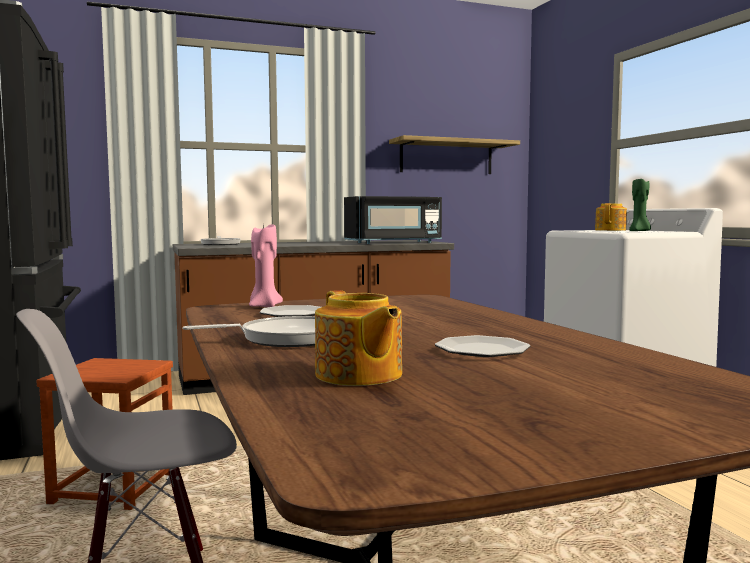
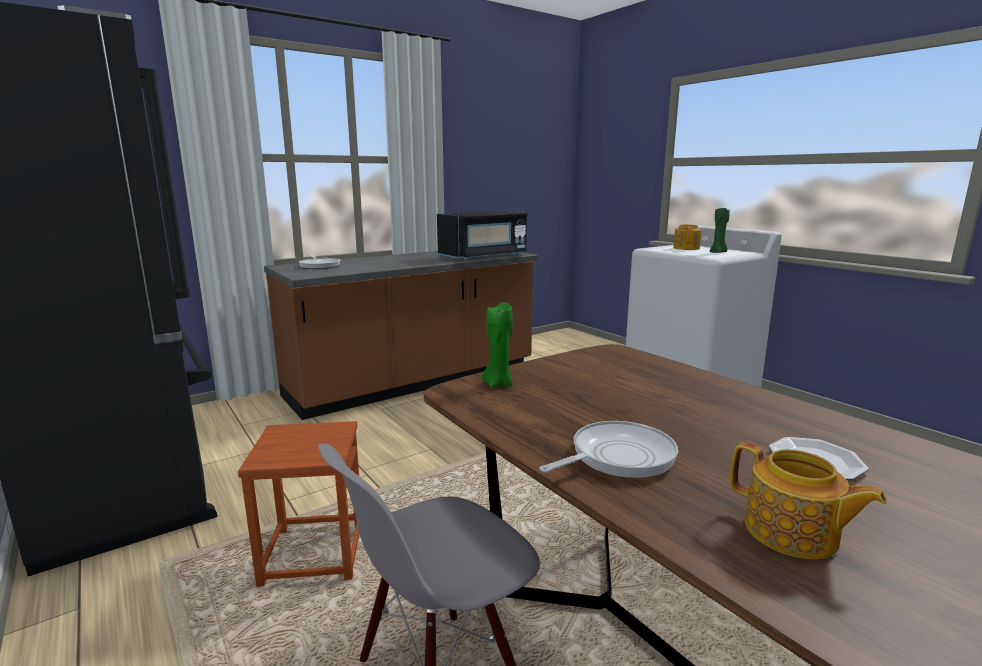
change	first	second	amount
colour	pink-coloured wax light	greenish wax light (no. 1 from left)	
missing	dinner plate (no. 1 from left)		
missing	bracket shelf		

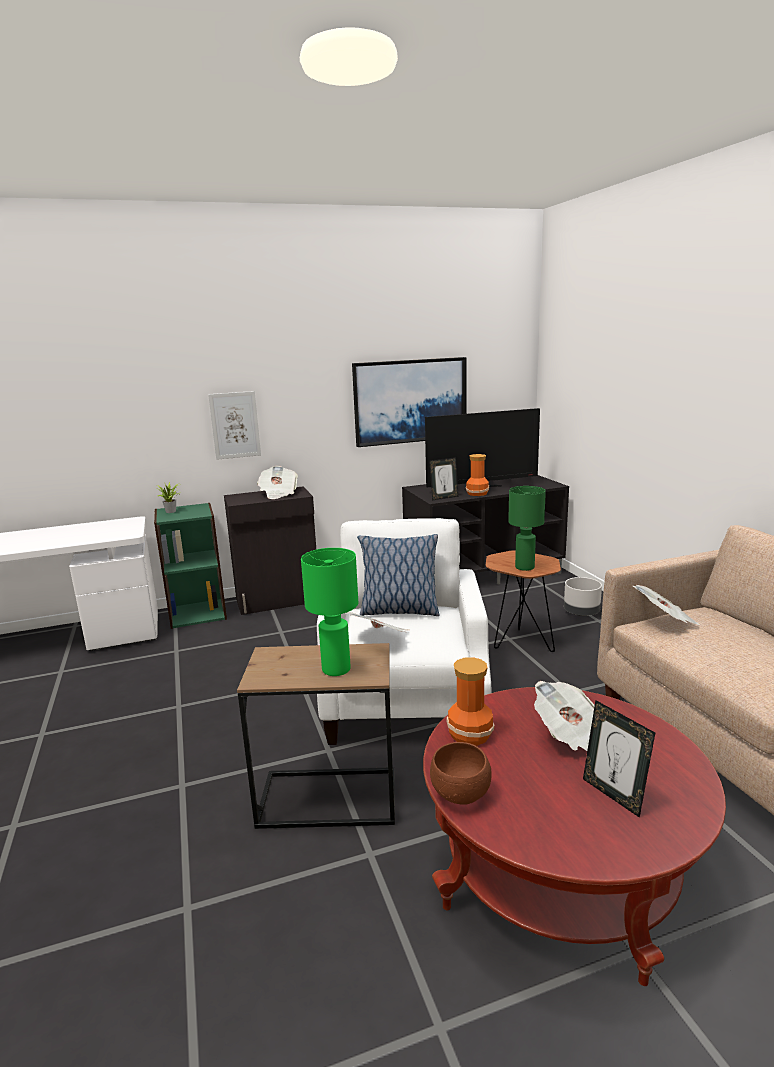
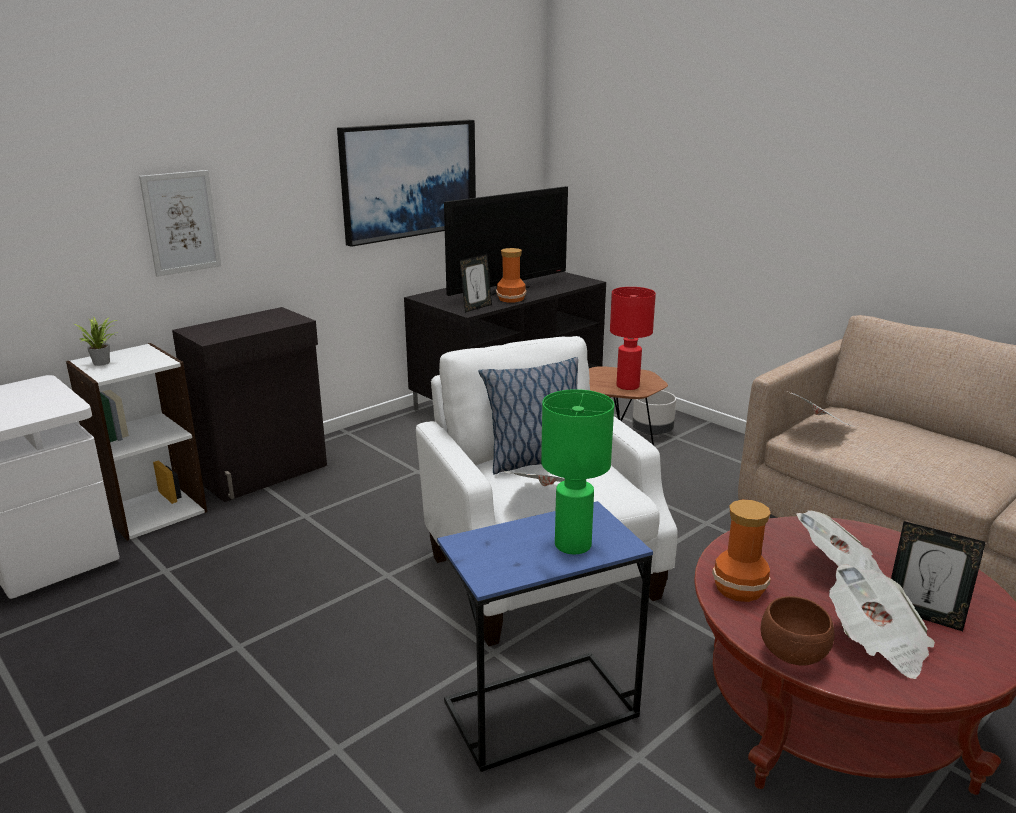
change	first	second	amount
colour	greenish shelving unit	white-coloured shelving unit	
colour	brown accent table (no. 1 from left)	blue-coloured accent table	
relocated	newspaper (no. 1 from left in the first image)	newspaper (no. 4 from left)	
colour	greenish lamp for a table (no. 2 from left)	red lamp for a table	

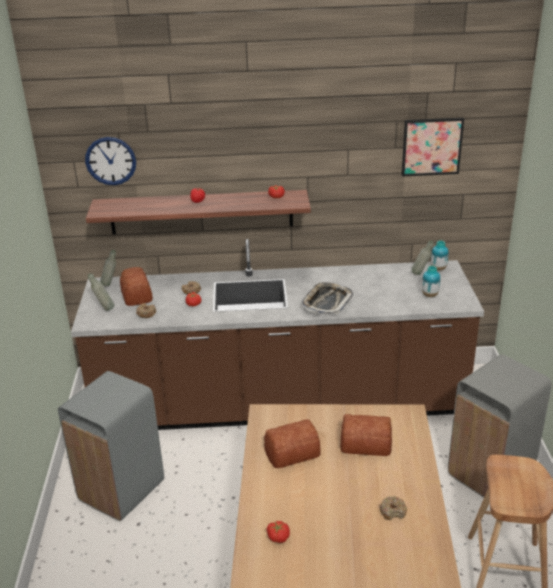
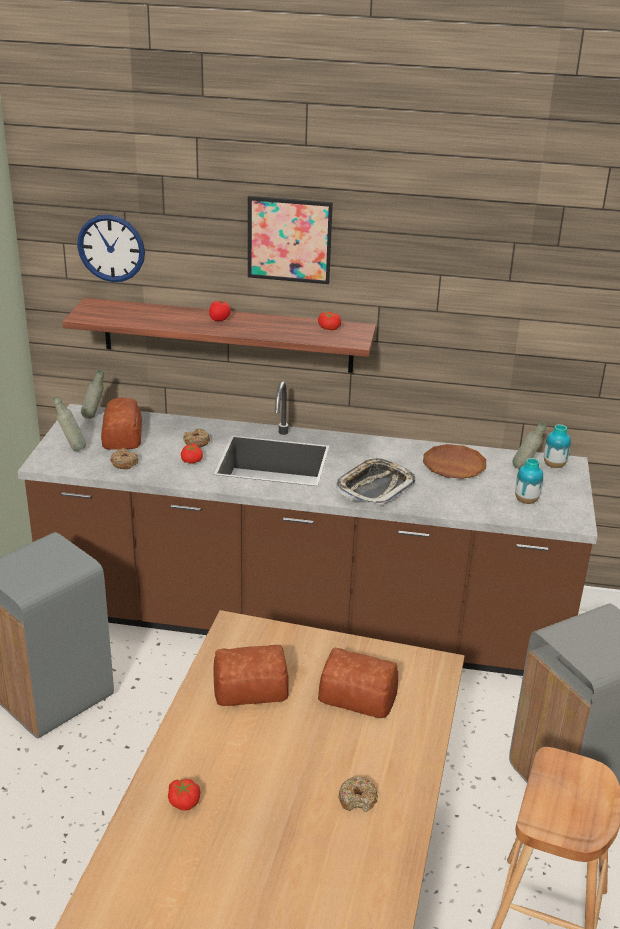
change	first	second	amount
relocated	wall picture		
appeared		brown dinner plate	

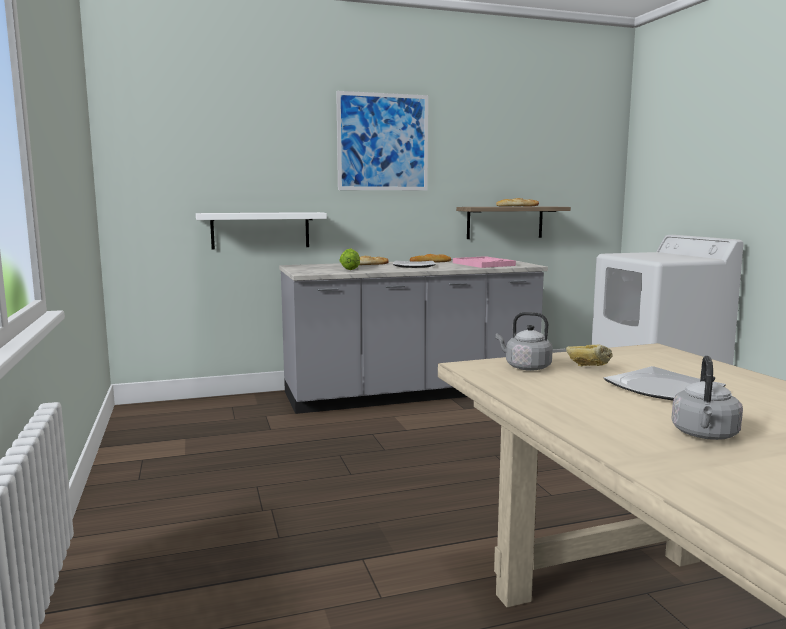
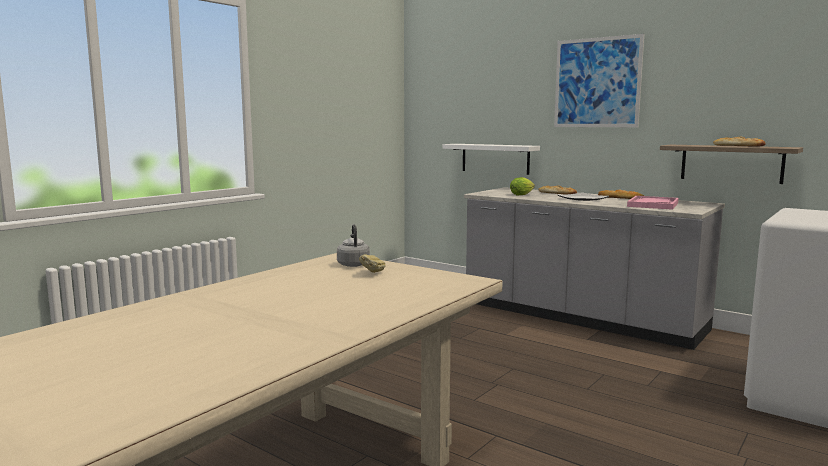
change	first	second	amount
missing	dinner plate (no. 2 from left)		
missing	grey kettle (no. 2 from left)		

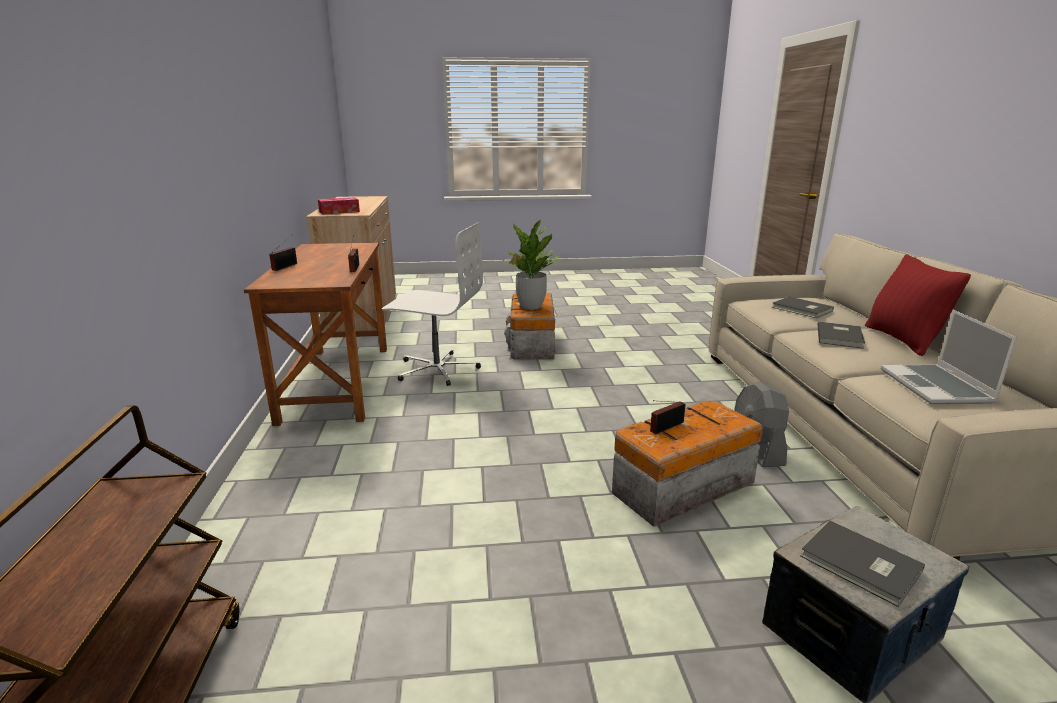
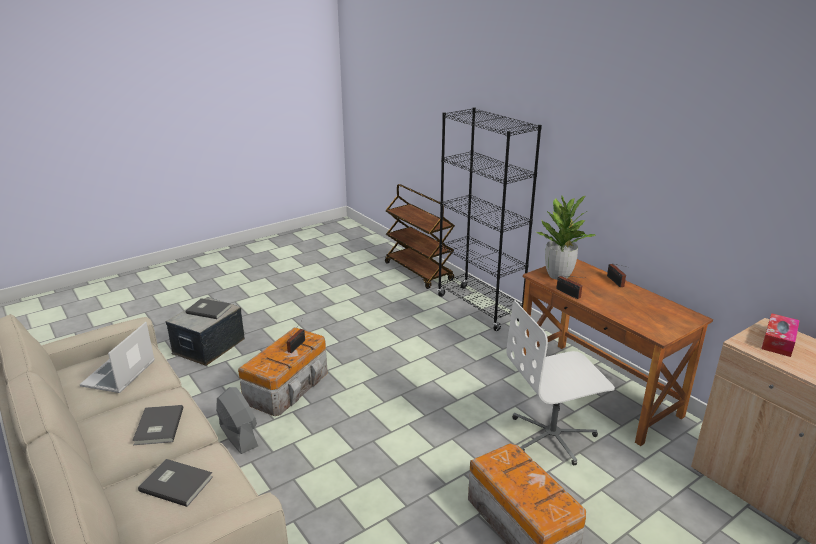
change	first	second	amount
relocated	potted plant		
missing	red cushion		
spun	laptop		135 degrees counterclockwise
appeared		black shelving unit	

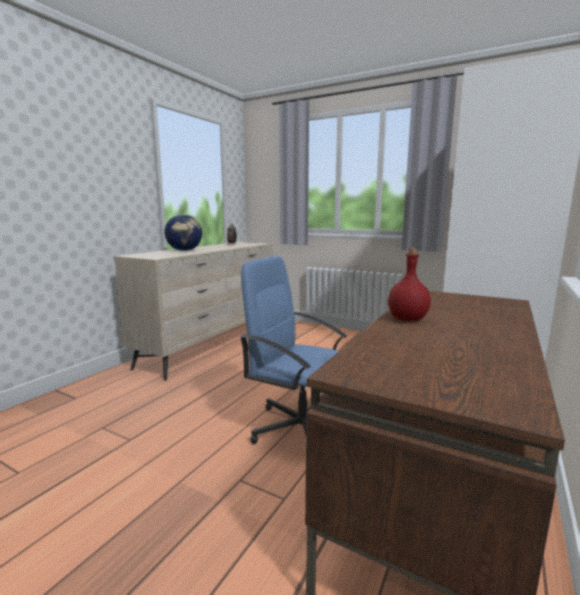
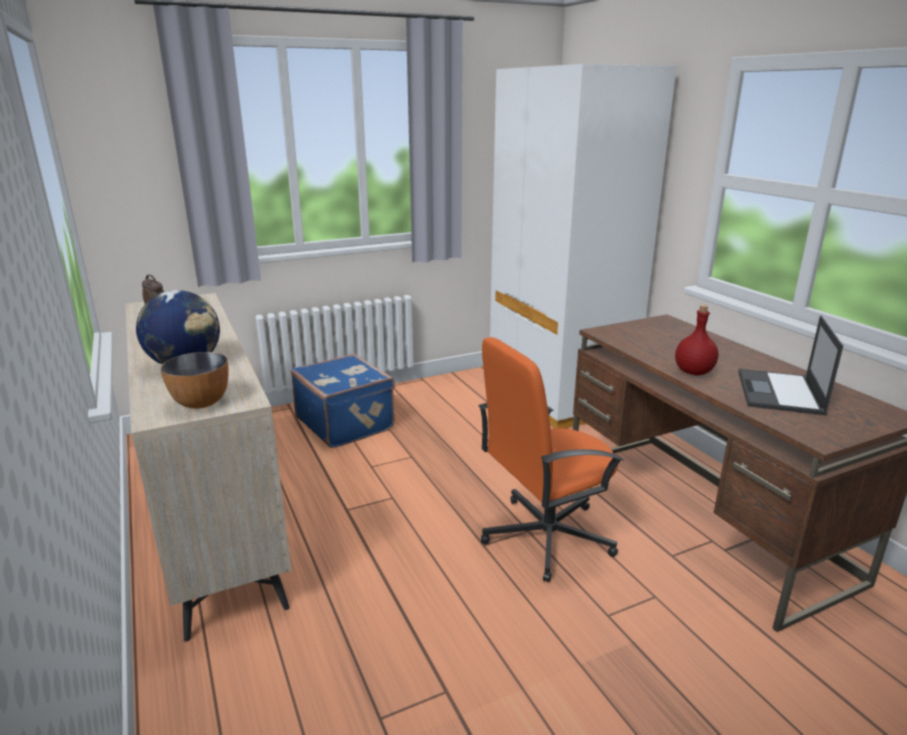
change	first	second	amount
colour	blue-coloured desk chair	orange desk chair	
appeared		bowl	
appeared		blue-coloured suitcase	
appeared		laptop	

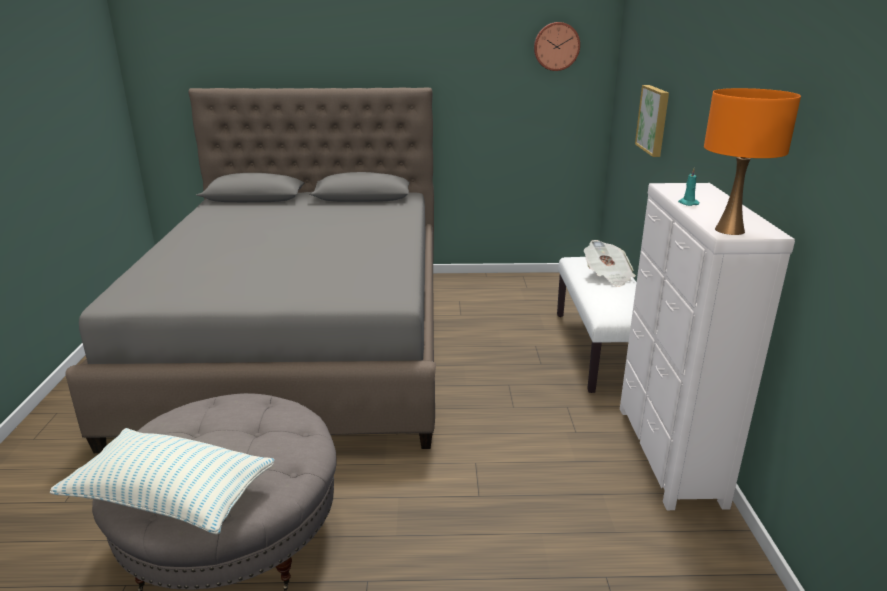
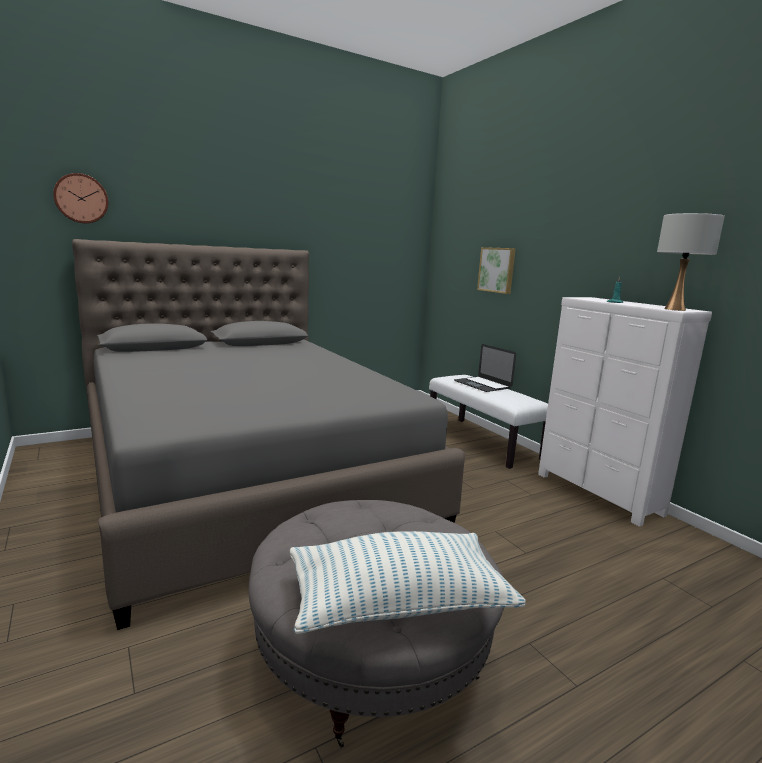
change	first	second	amount
relocated	clock on the wall		
exchanged	newspaper	laptop	
colour	orange lamp for a table	white-coloured lamp for a table	

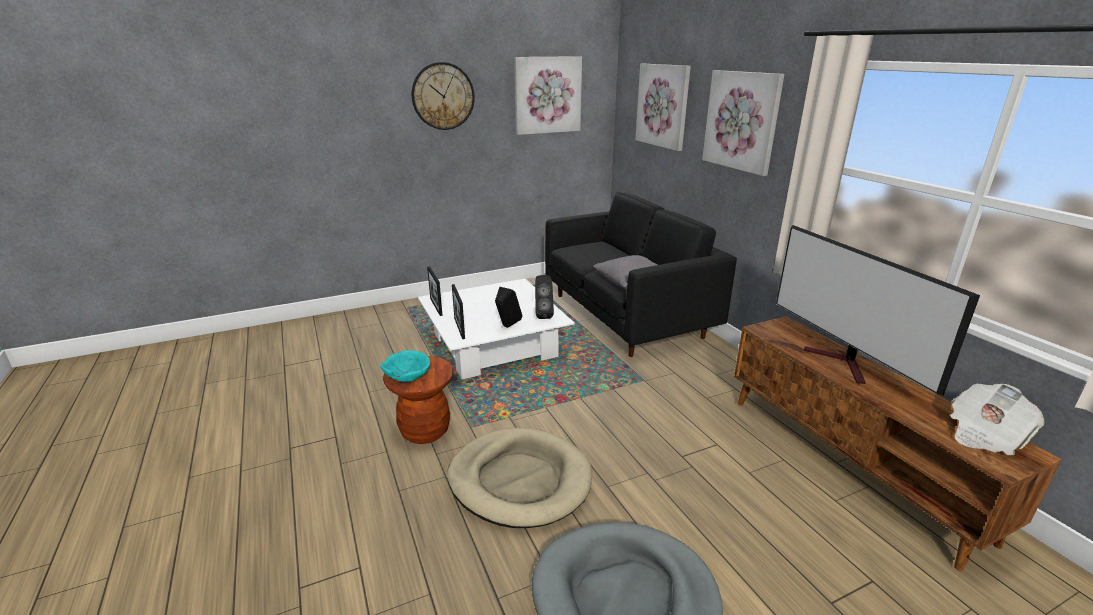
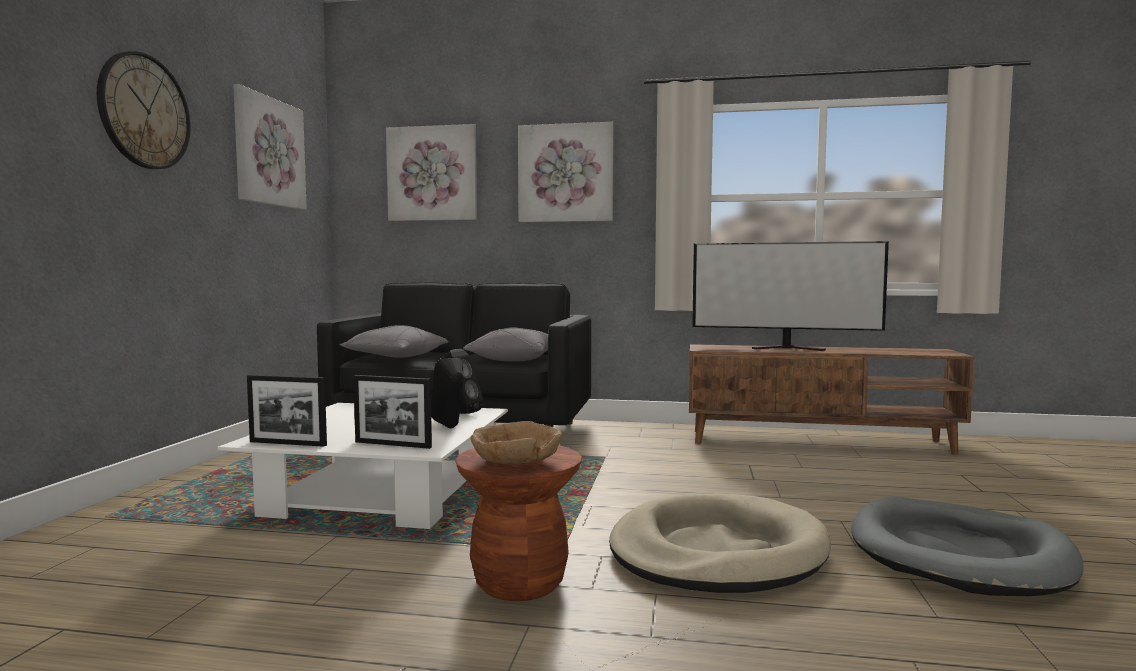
change	first	second	amount
colour	turquoise-coloured bowl	brown bowl	
missing	newspaper		
appeared		grey cushion (no. 1 from left)	

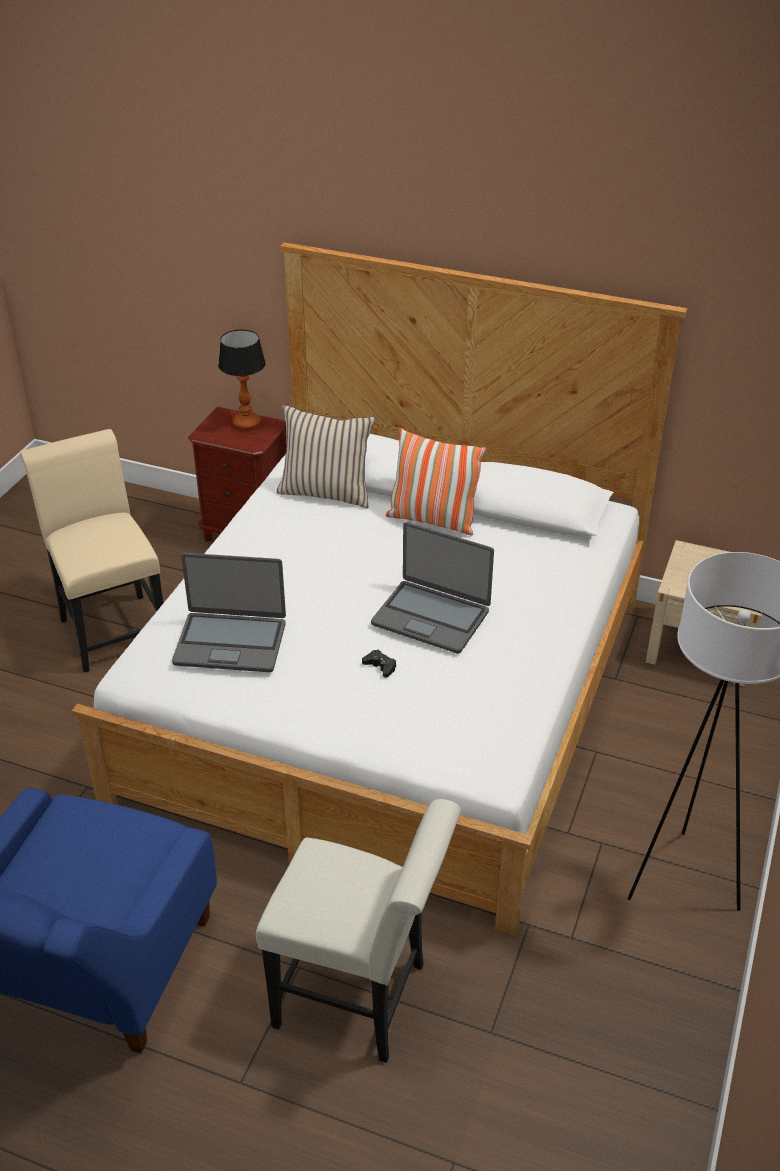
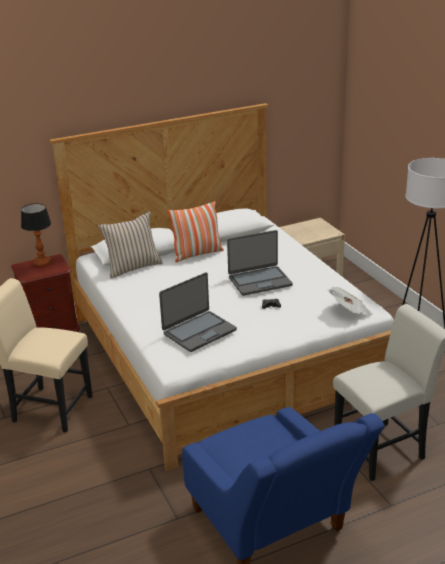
change	first	second	amount
appeared		newspaper	

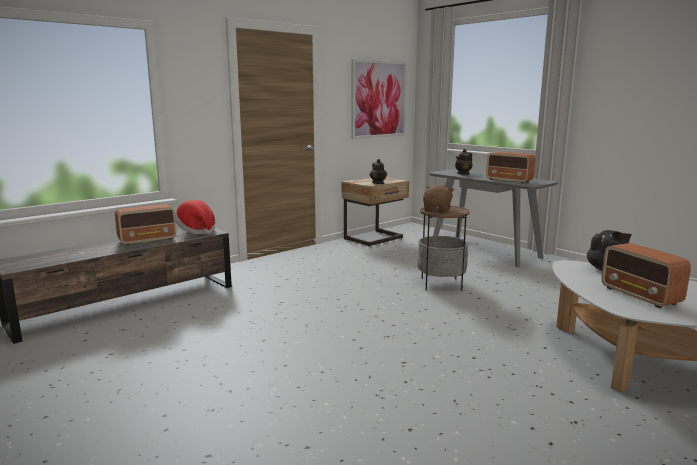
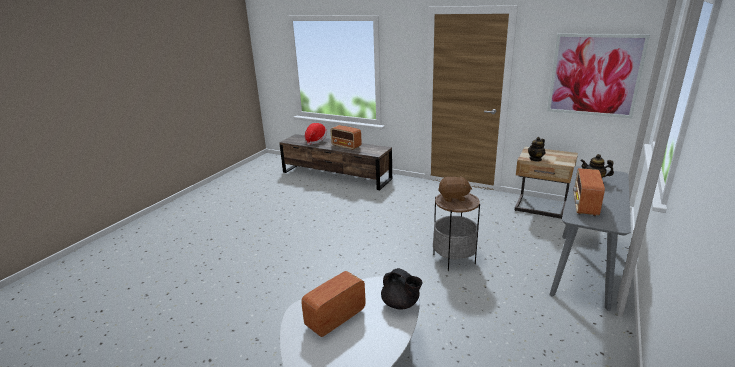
change	first	second	amount
relocated	hat		

